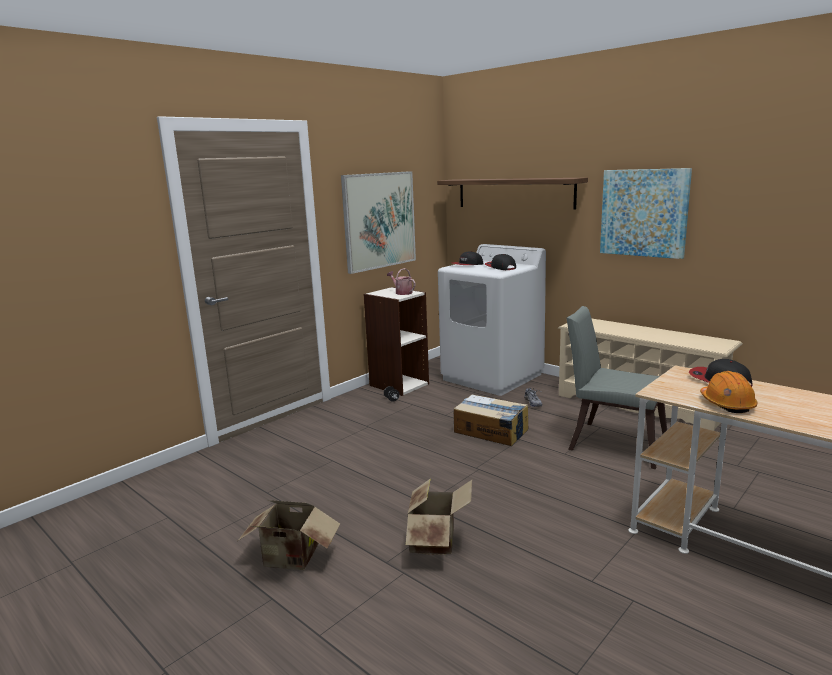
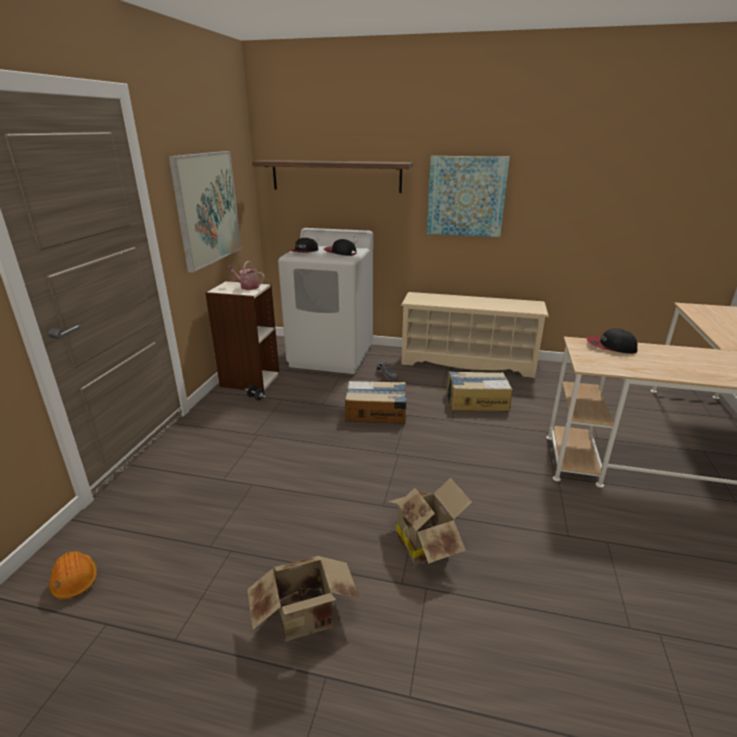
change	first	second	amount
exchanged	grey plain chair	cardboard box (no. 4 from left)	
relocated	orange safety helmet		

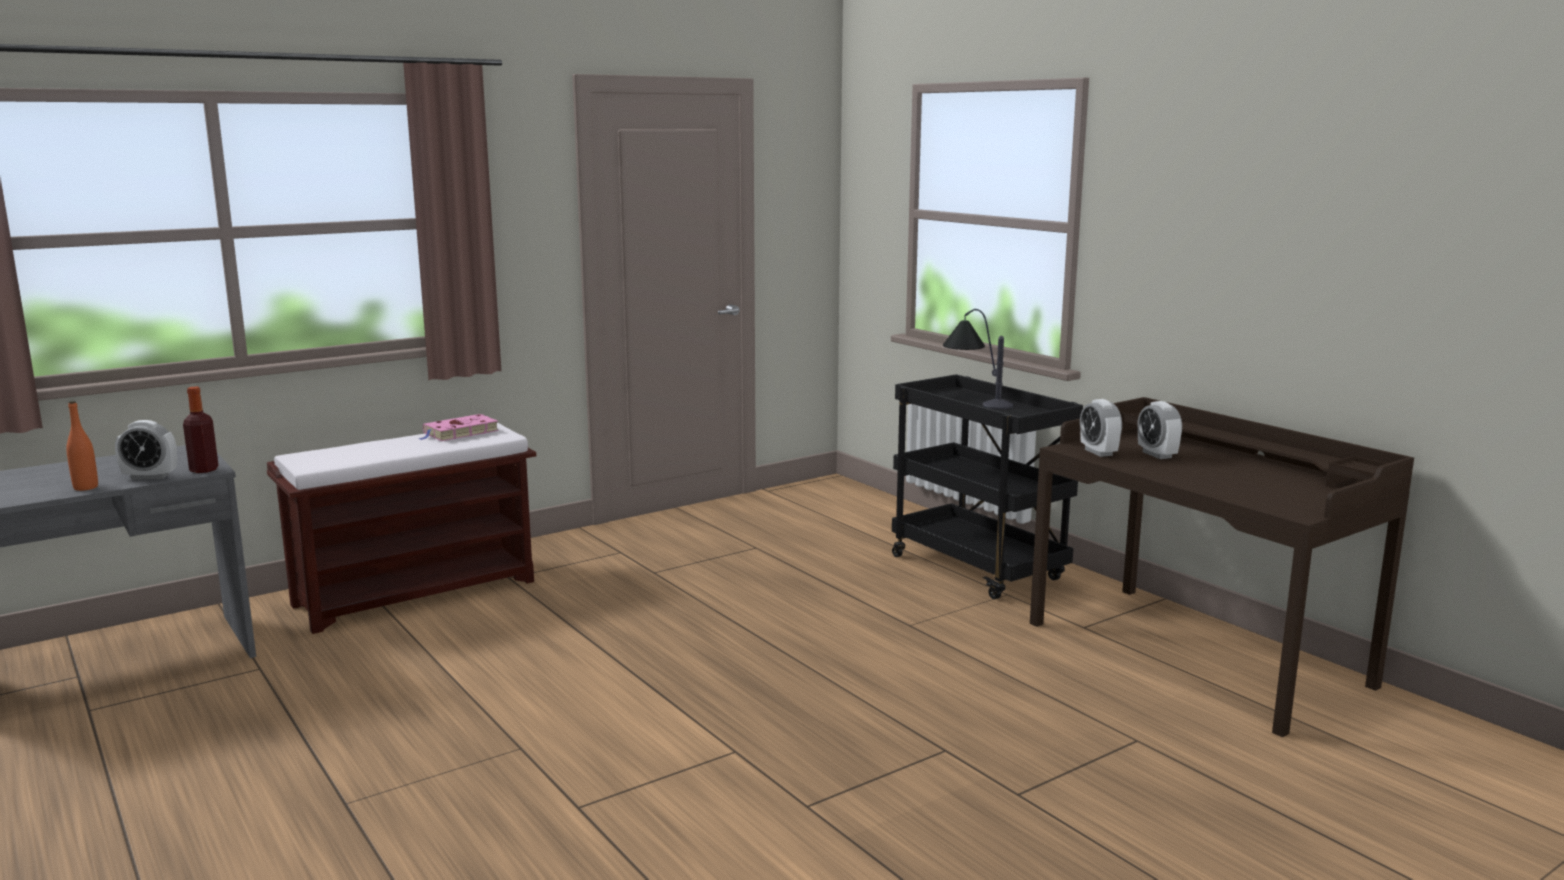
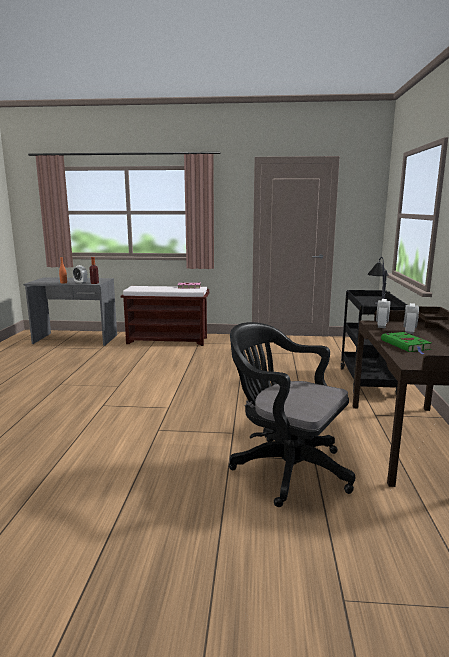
change	first	second	amount
appeared		black desk chair	
appeared		greenish bound book	

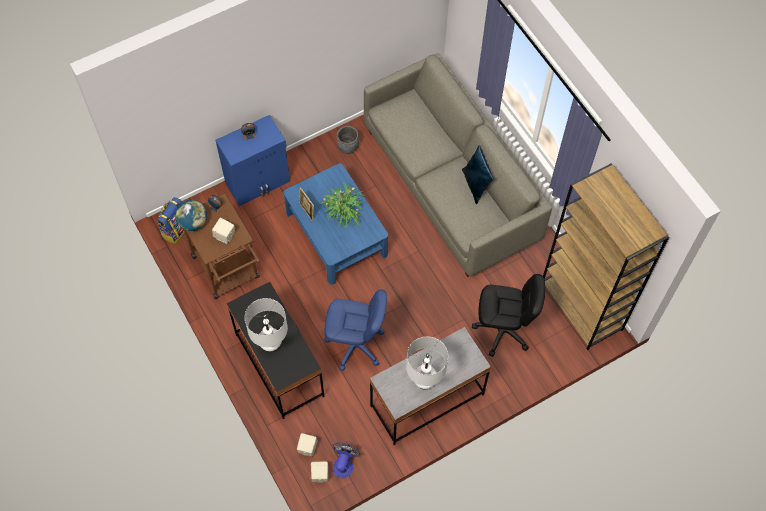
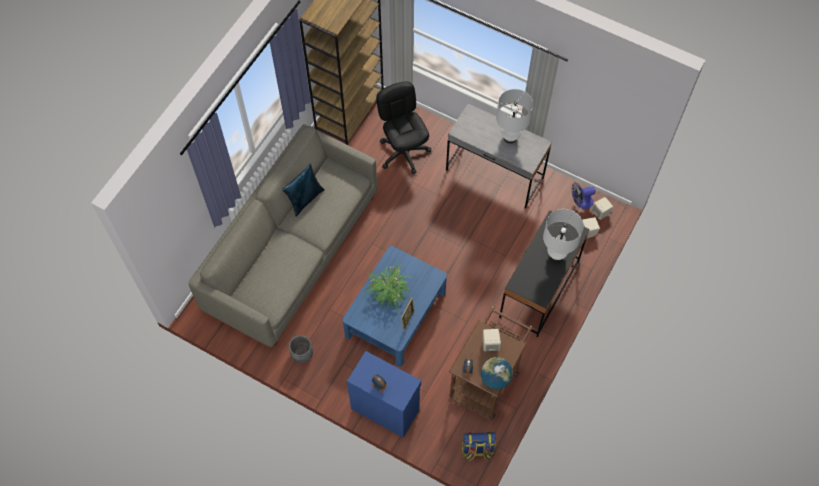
change	first	second	amount
missing	blue-coloured desk chair		

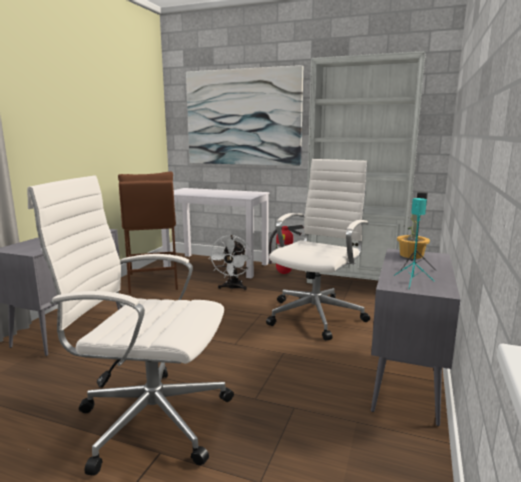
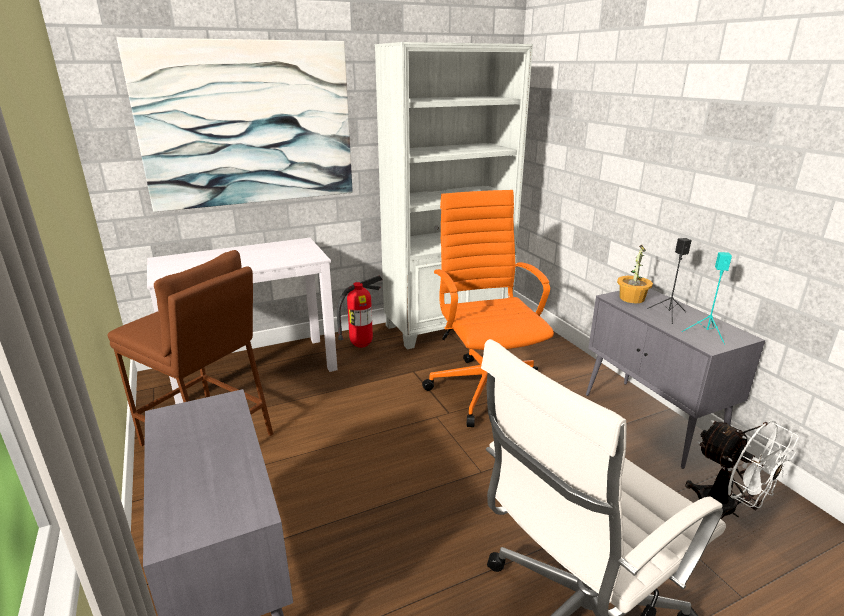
change	first	second	amount
relocated	white-coloured cooling fan		
colour	white-coloured desk chair (no. 2 from left)	orange desk chair	

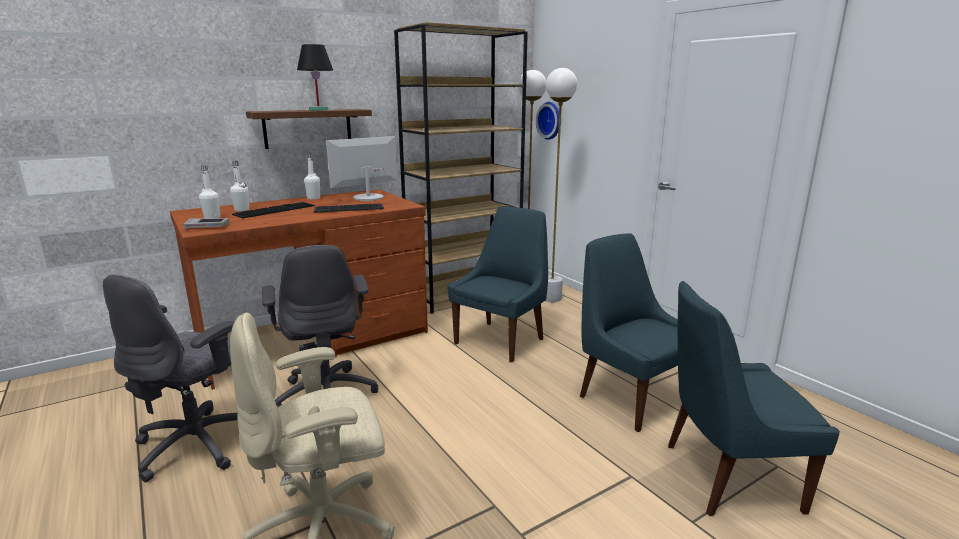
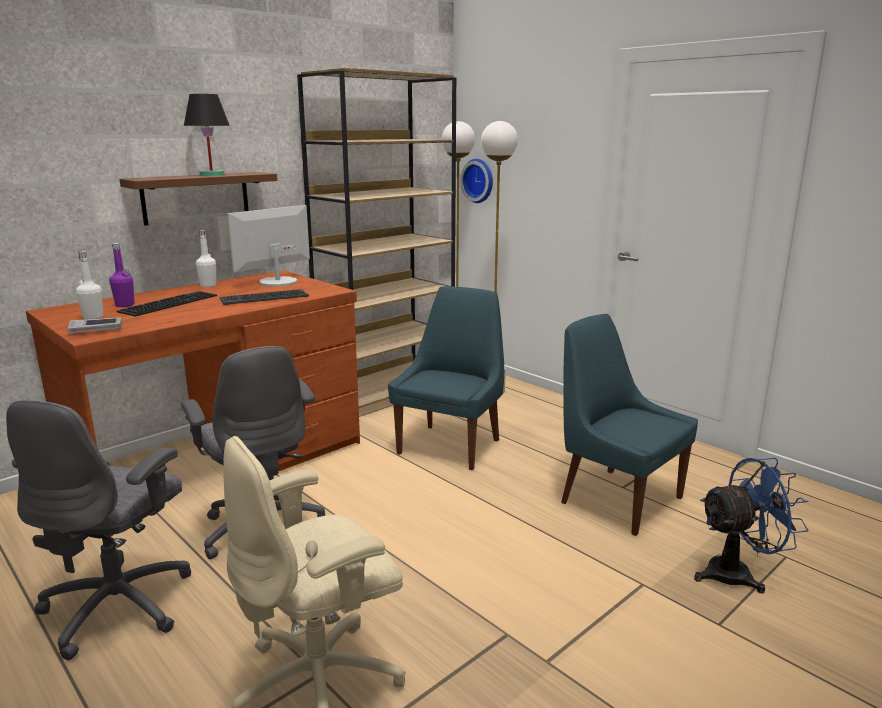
change	first	second	amount
colour	white-coloured beverage bottle (no. 2 from left)	purple-coloured beverage bottle	
exchanged	blue-coloured plain chair (no. 3 from left)	blue-coloured cooling fan	

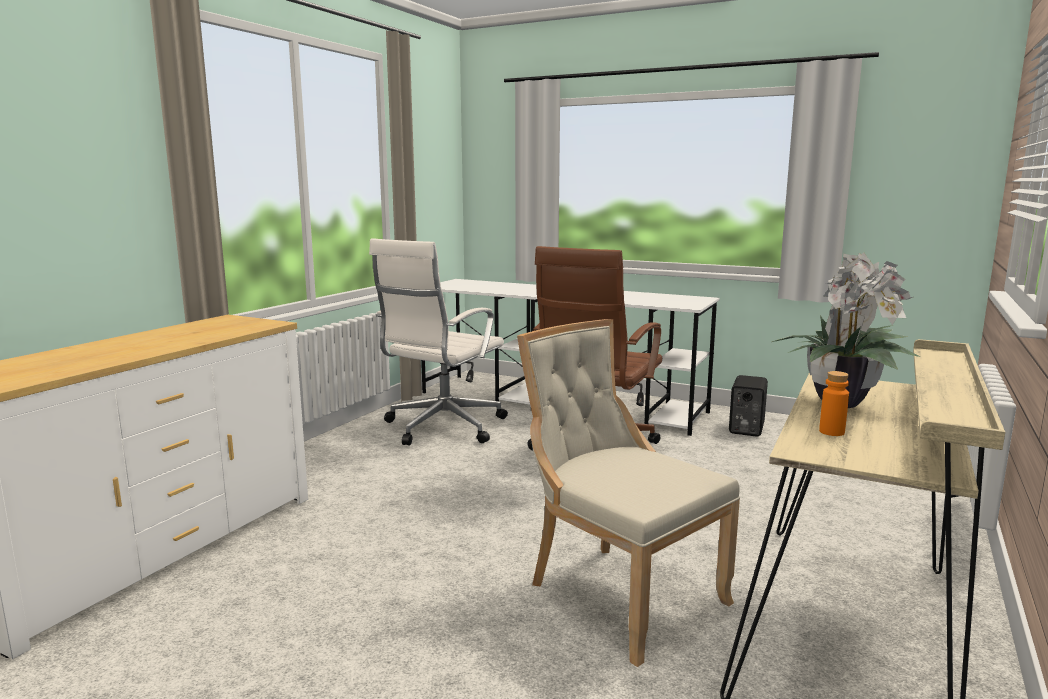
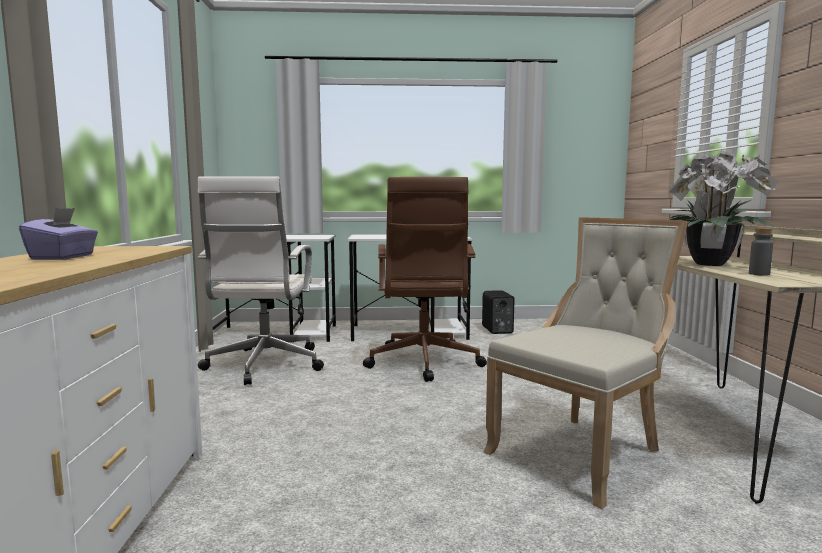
change	first	second	amount
spun	beige-coloured plain chair		120 degrees clockwise
colour	orange beverage bottle	grey beverage bottle	
appeared		purple-coloured box of tissues	

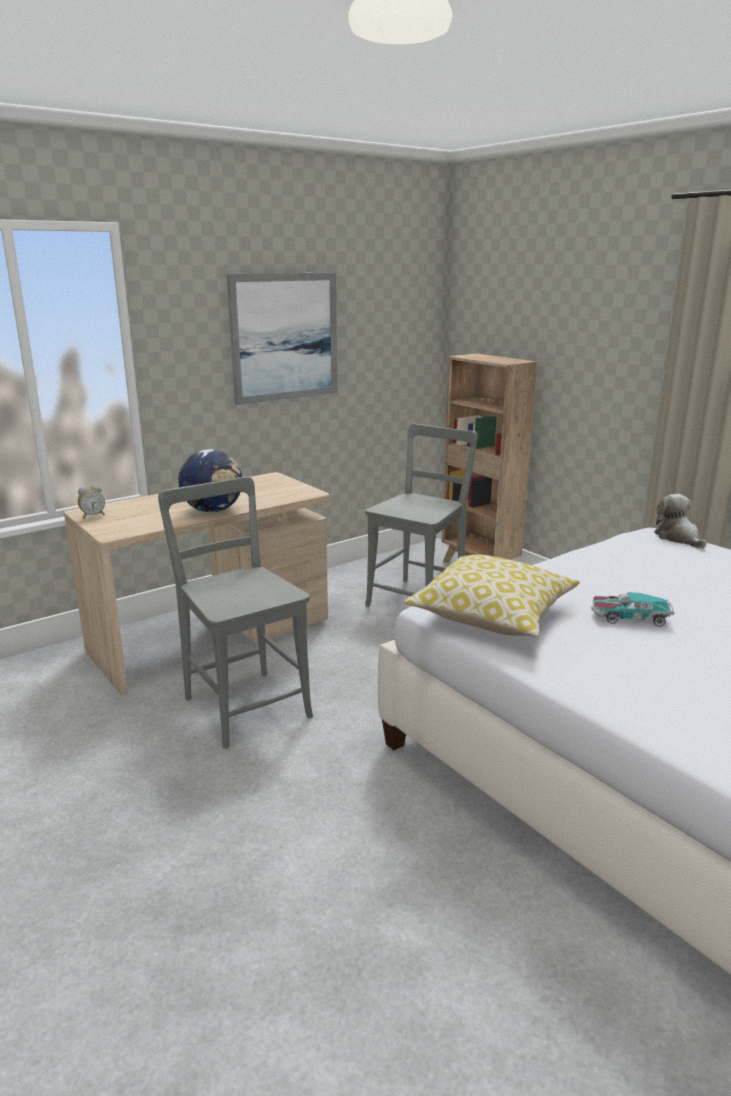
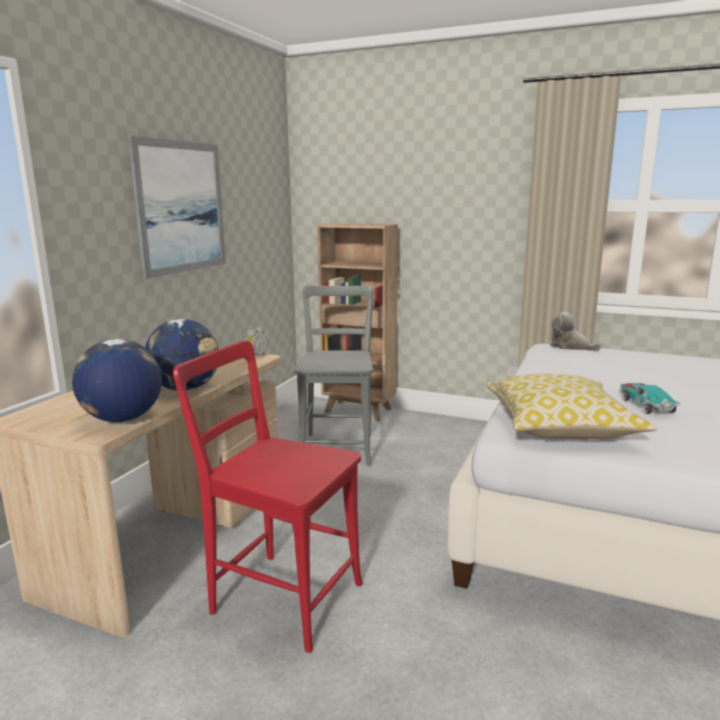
change	first	second	amount
relocated	alarm clock		
colour	grey plain chair (no. 1 from left)	red plain chair	
spun	model car		105 degrees clockwise
appeared		desk globe (no. 1 from left)	

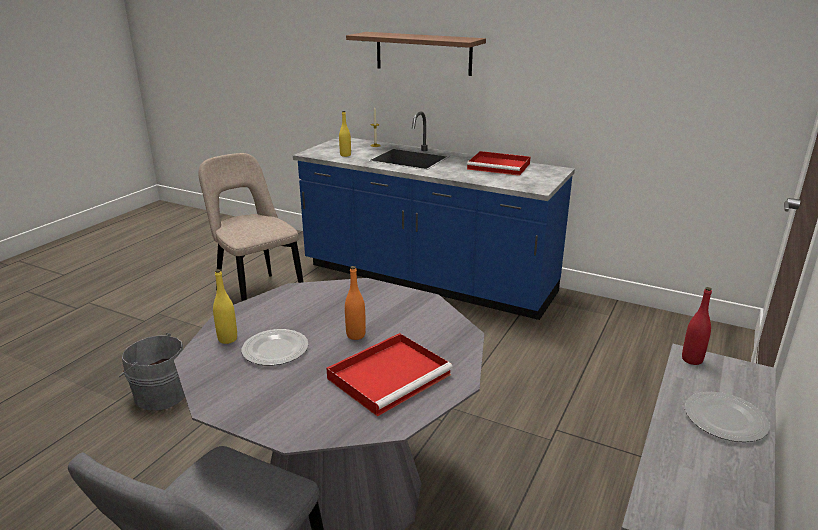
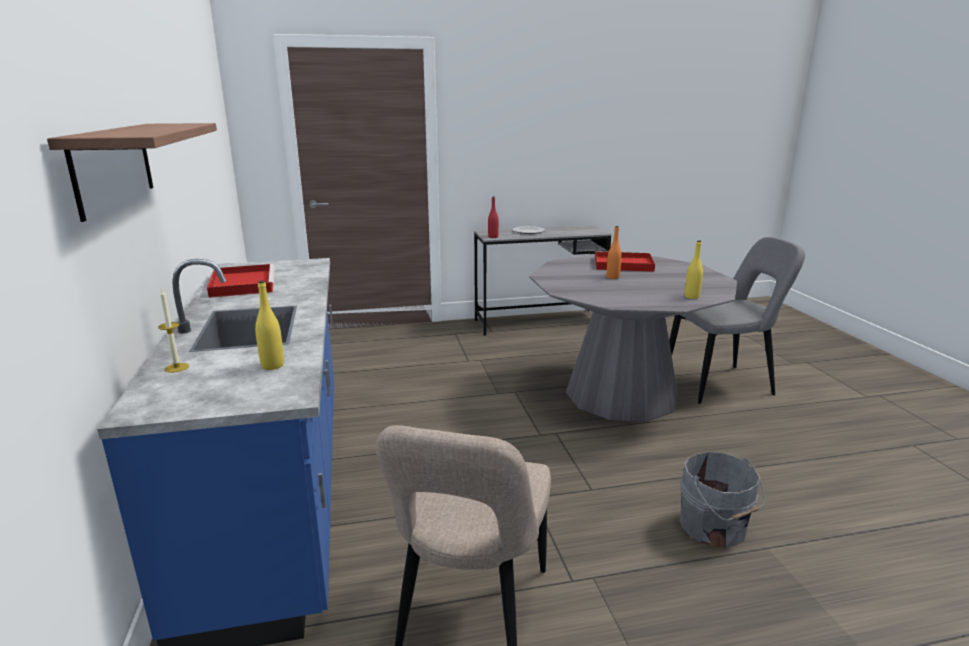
change	first	second	amount
missing	dinner plate (no. 1 from left)		

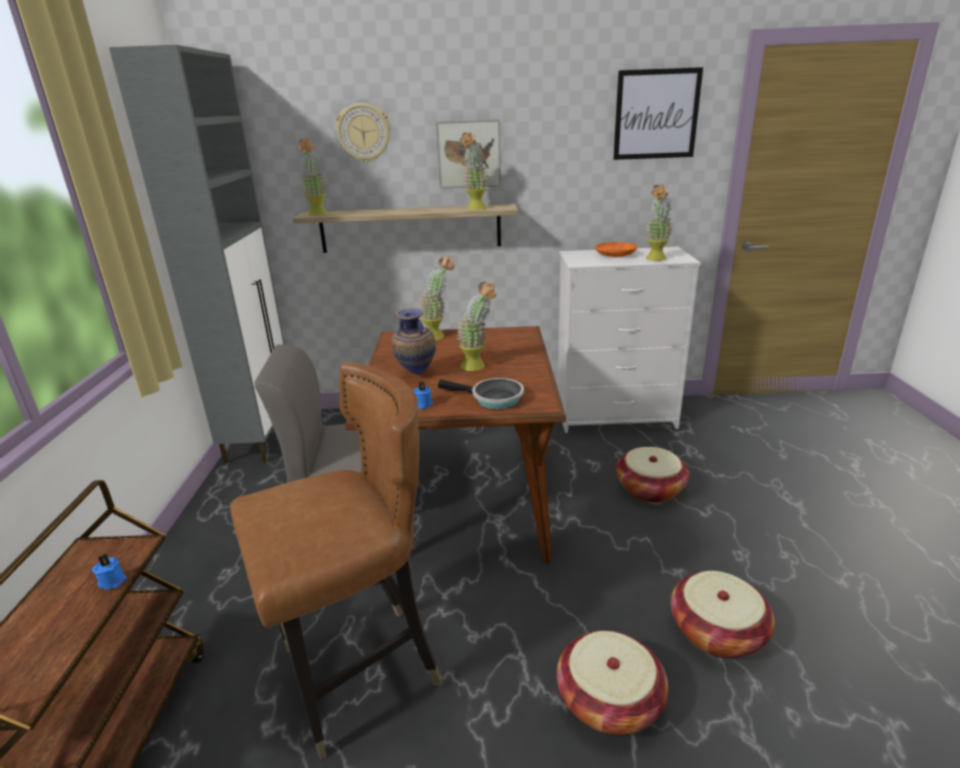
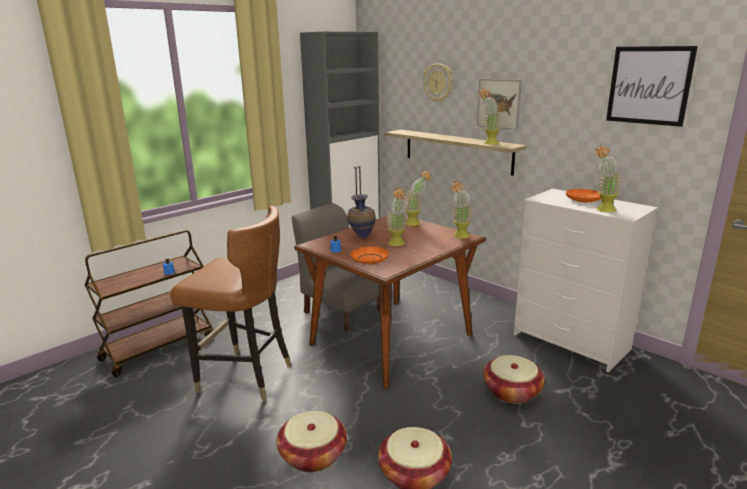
change	first	second	amount
relocated	potted plant (no. 1 from left in the first image)	potted plant (no. 3 from left)	
exchanged	pan	orange dinner plate (no. 1 from left)	

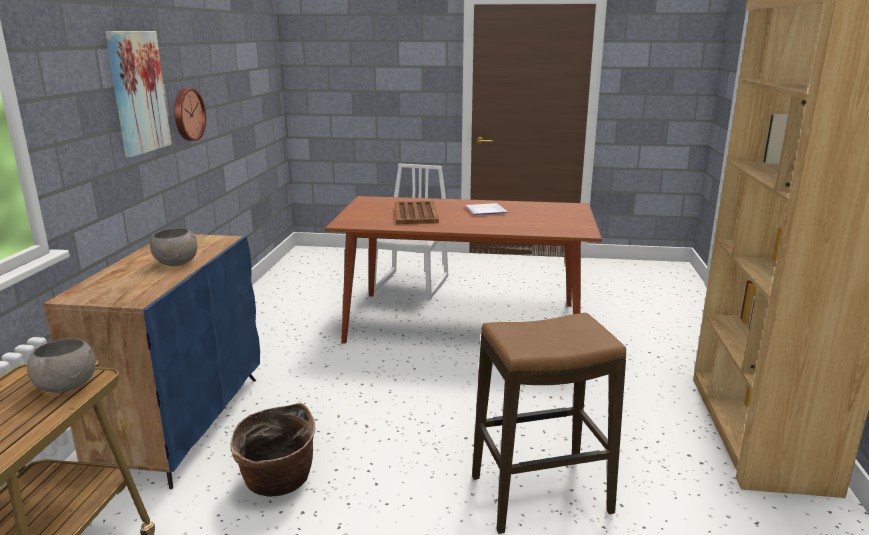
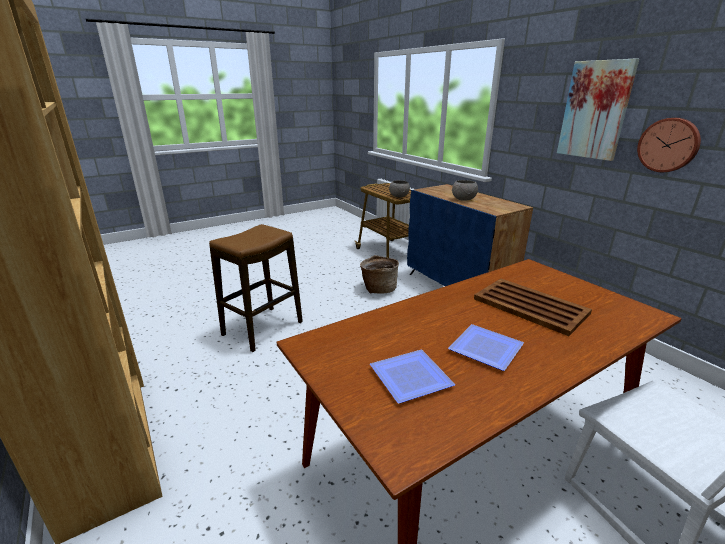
change	first	second	amount
appeared		dinner plate (no. 1 from left)	

